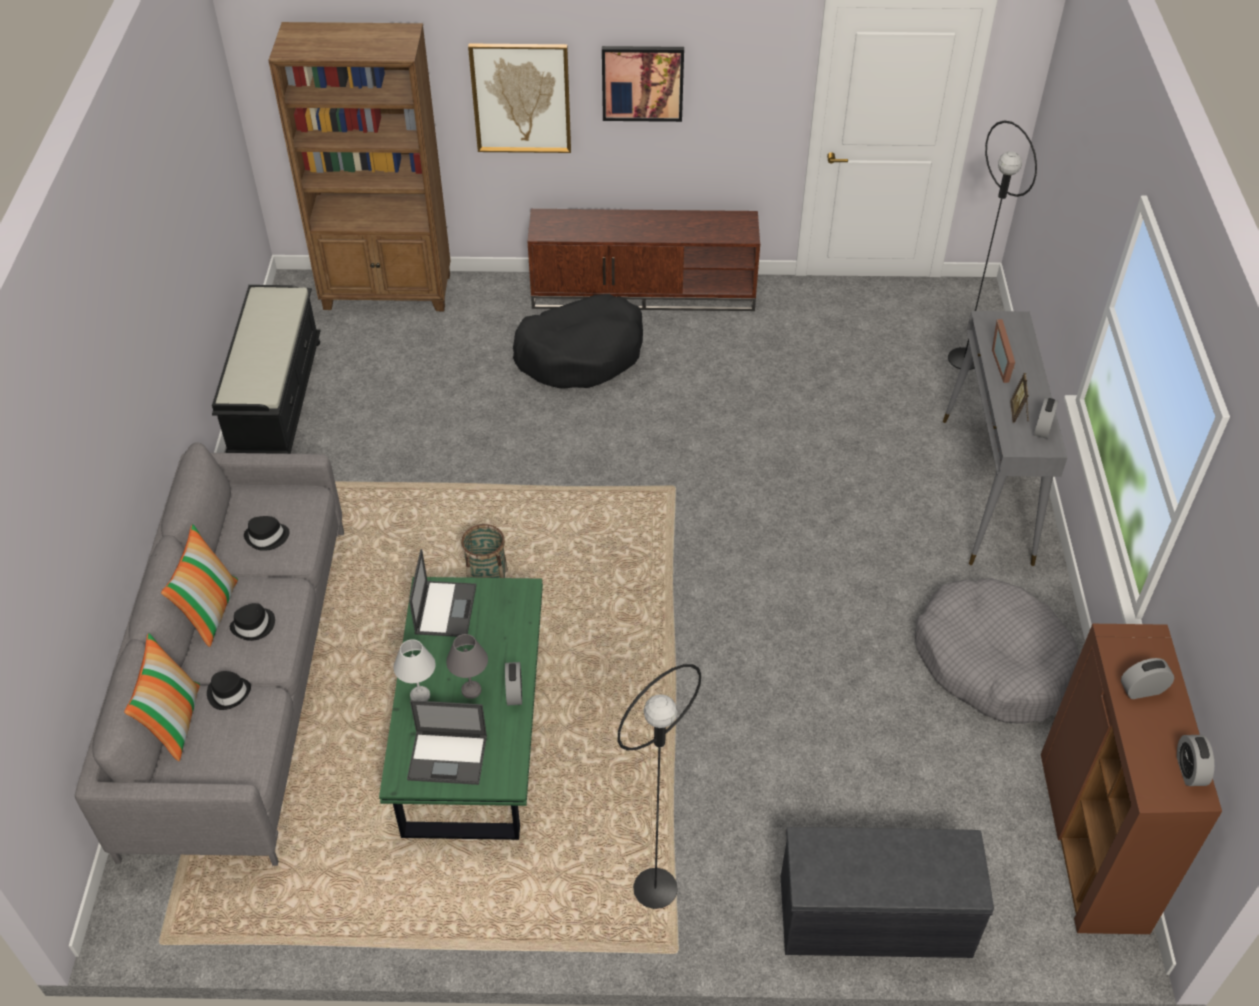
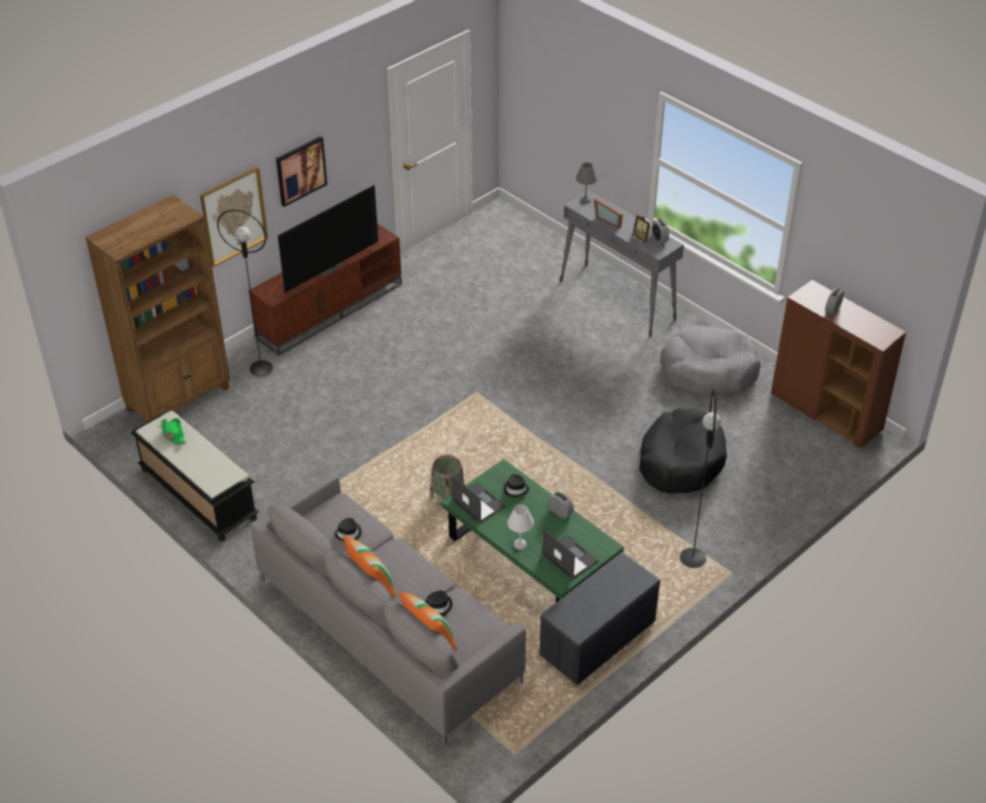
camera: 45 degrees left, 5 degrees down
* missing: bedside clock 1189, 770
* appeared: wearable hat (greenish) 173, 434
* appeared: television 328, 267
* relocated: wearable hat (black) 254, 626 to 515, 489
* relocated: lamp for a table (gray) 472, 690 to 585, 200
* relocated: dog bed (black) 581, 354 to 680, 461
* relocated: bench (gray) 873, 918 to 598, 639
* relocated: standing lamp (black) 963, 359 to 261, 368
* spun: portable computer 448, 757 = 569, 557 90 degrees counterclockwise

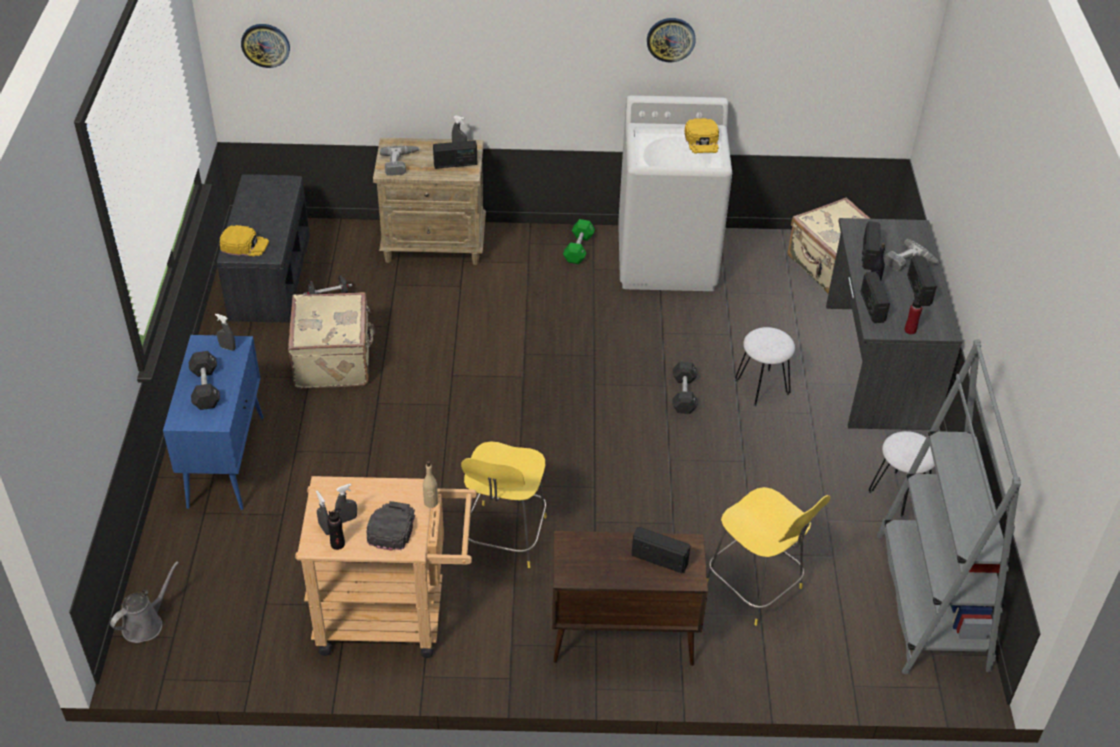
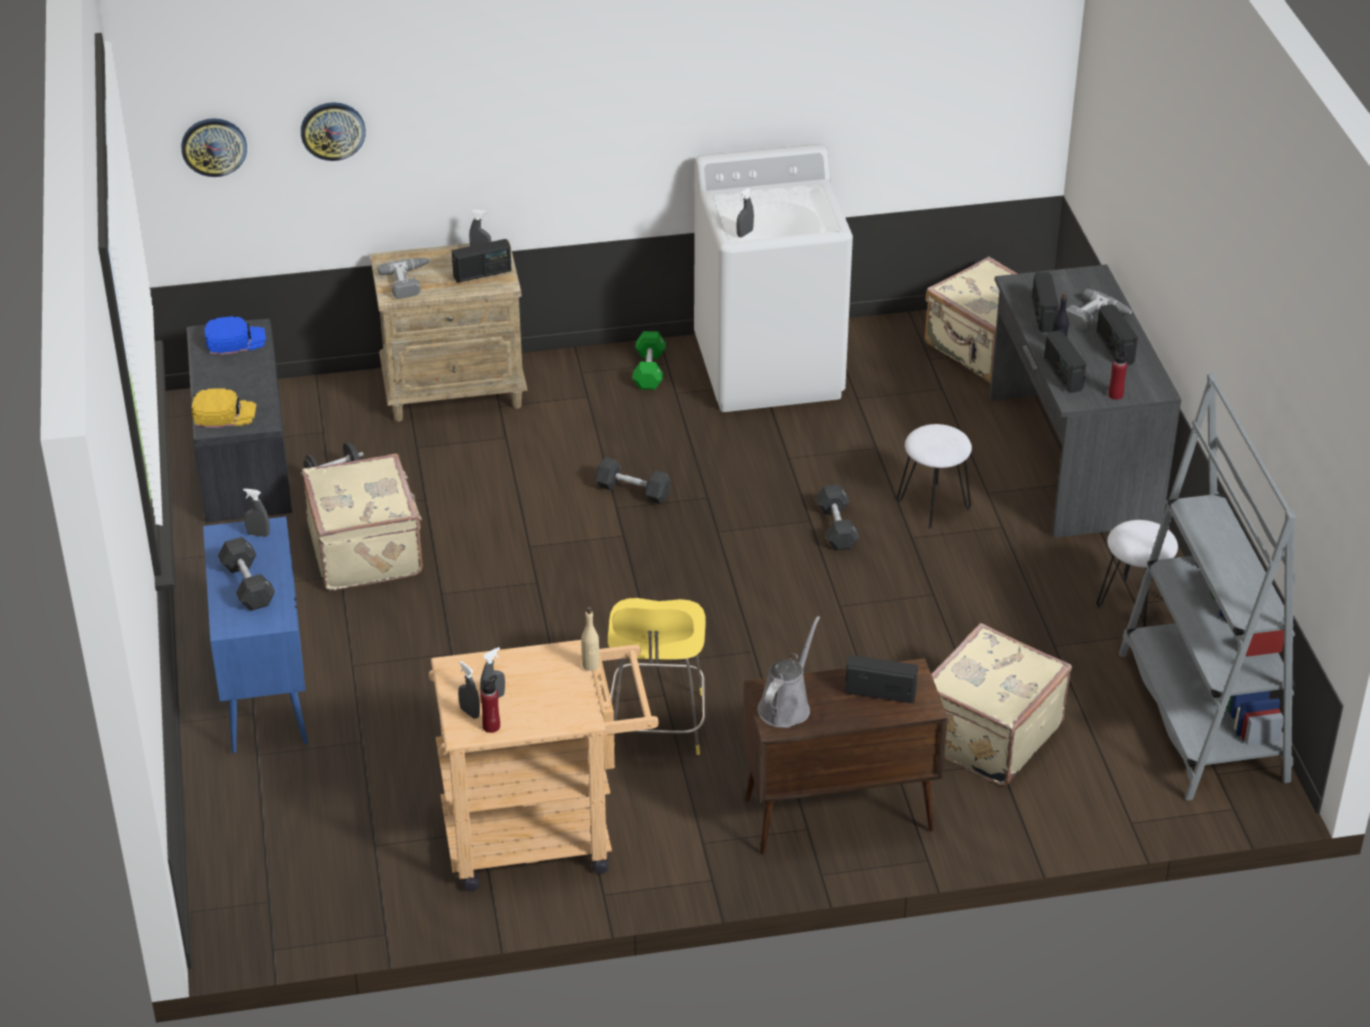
camera: 10 degrees left, 5 degrees down
* missing: cap (black) 391, 527
* missing: cap (yellow-coloured) 702, 140
* appeared: cap (blue-coloured) 235, 340
* appeared: dumbbell (black) 633, 491
* appeared: sprayer (gray) 744, 233
* relocated: sprinkling can (gray) 146, 623 to 786, 706
* relocated: wall clock 671, 39 to 332, 130
* exchanged: stool (yellow-coloured) 756, 588 to piece of luggage (beige) 986, 734
* colour: bottle (black) 337, 544 to bottle (red-coloured) 491, 726

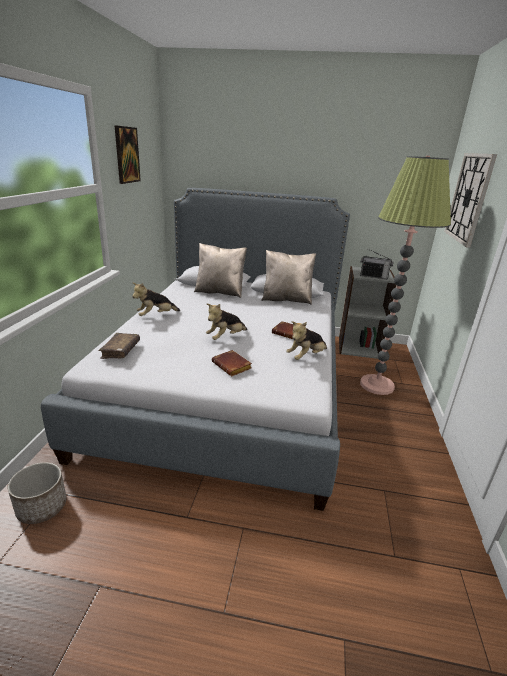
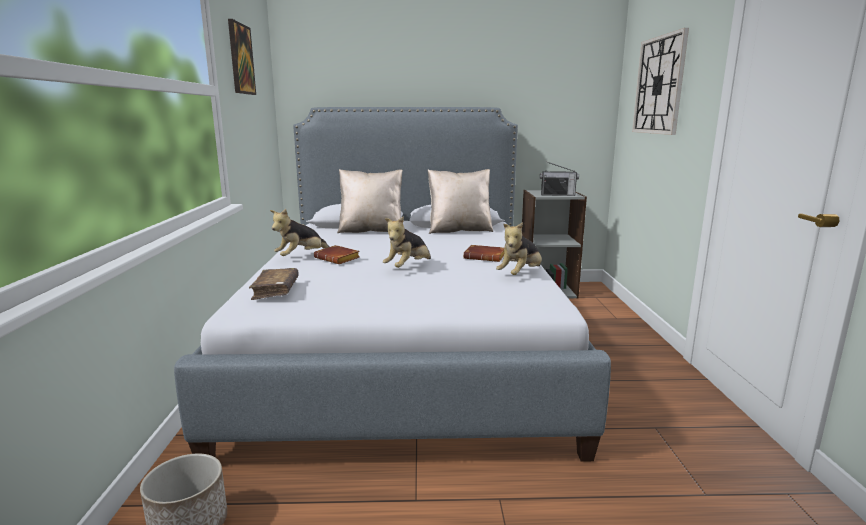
camera: 10 degrees left, 10 degrees down
* missing: standing lamp 377, 385
* relocated: volume (brown) 233, 366 to 338, 259

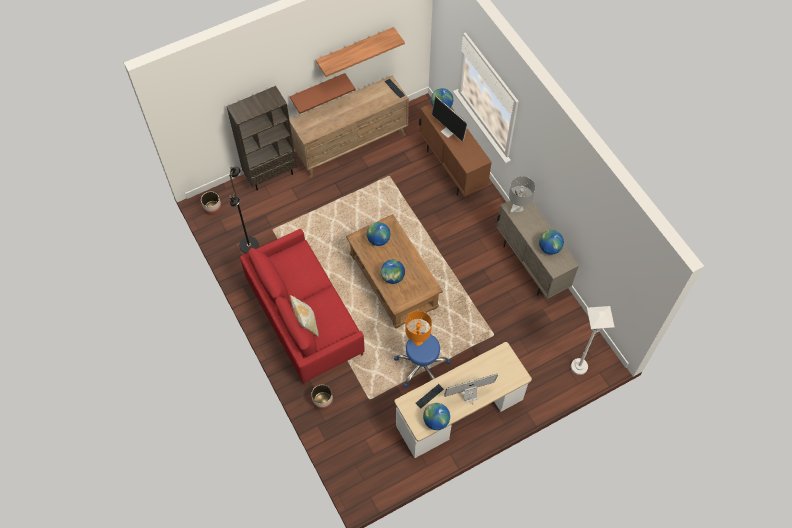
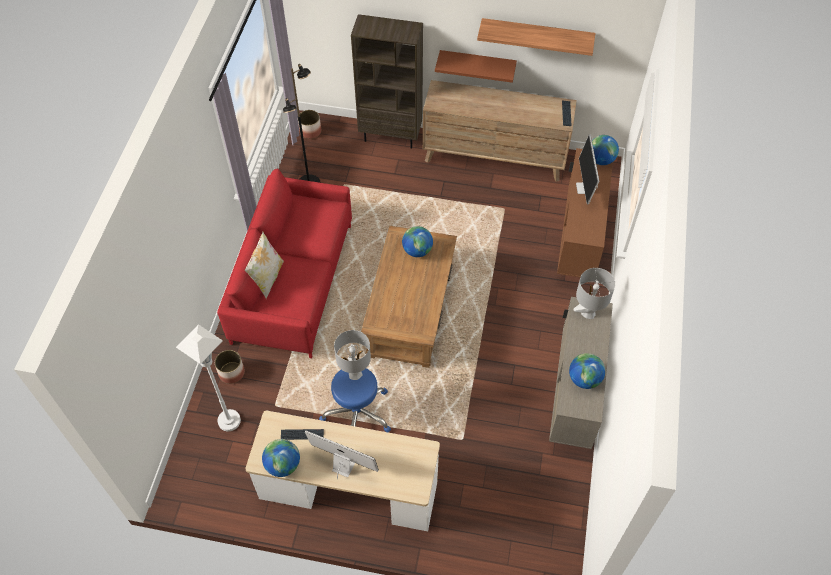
camera: 40 degrees right, 5 degrees down
* missing: world globe 392, 277
* relocated: standing lamp (white) 579, 367 to 229, 421
* colour: lamp for a table (orangey) 417, 340 to lamp for a table (gray) 355, 373

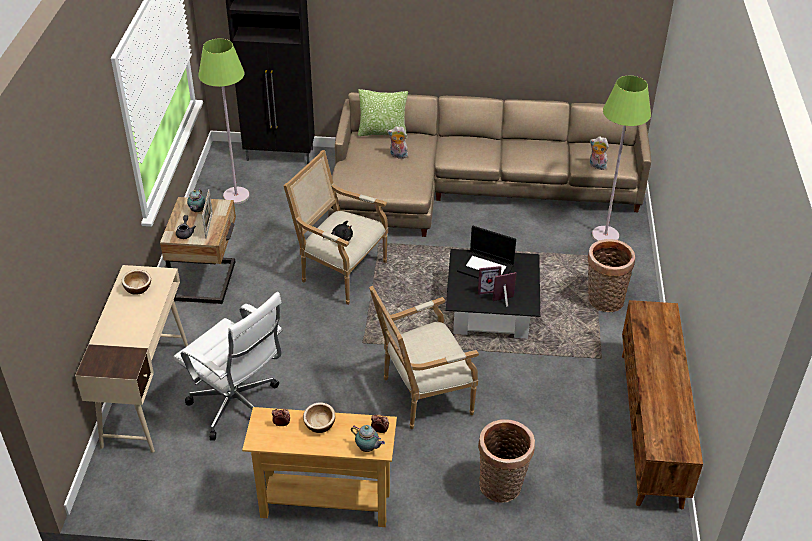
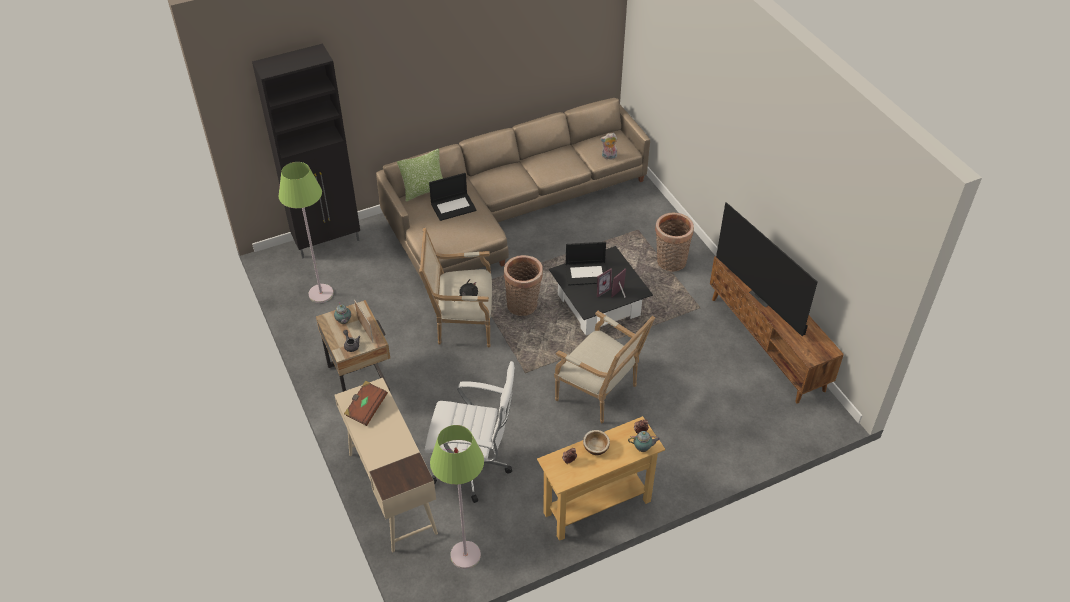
camera: 30 degrees left, 5 degrees up
* appeared: television 763, 296
* relocated: household basket 501, 488 to 523, 306
* relocated: standing lamp (greenish) 605, 236 to 465, 555
* exchanged: deep dish 138, 288 to volume (brown) 366, 408
* exchanged: plush toy 398, 156 to portable computer 453, 206
* spun: lounge chair 422, 396 = 600, 393 90 degrees counterclockwise

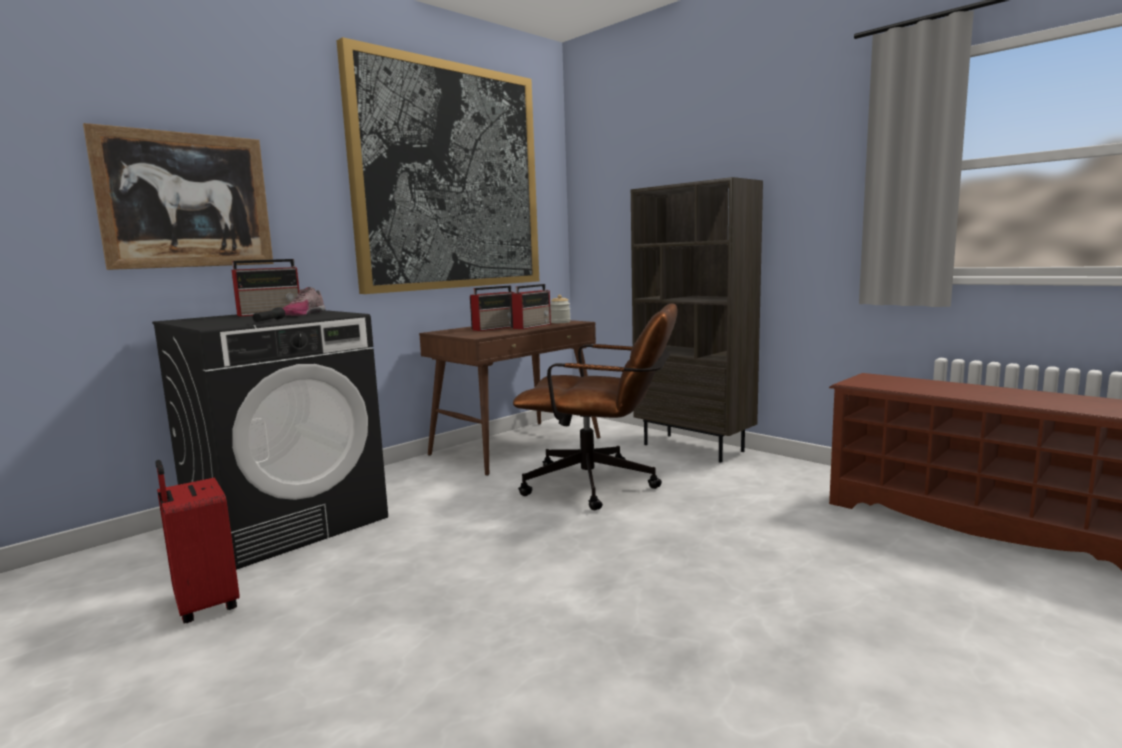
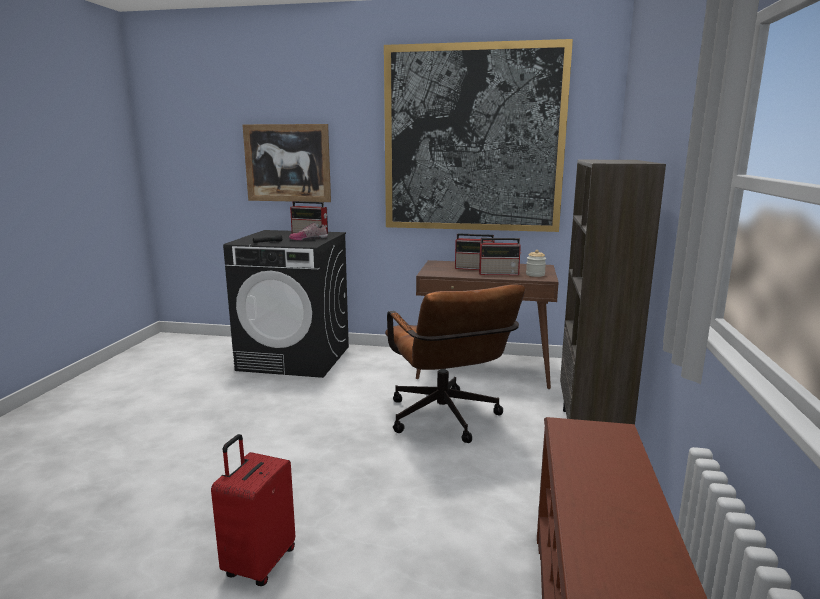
camera: 55 degrees right, 5 degrees up
* relocated: piece of luggage (red-coloured) 204, 605 to 259, 563

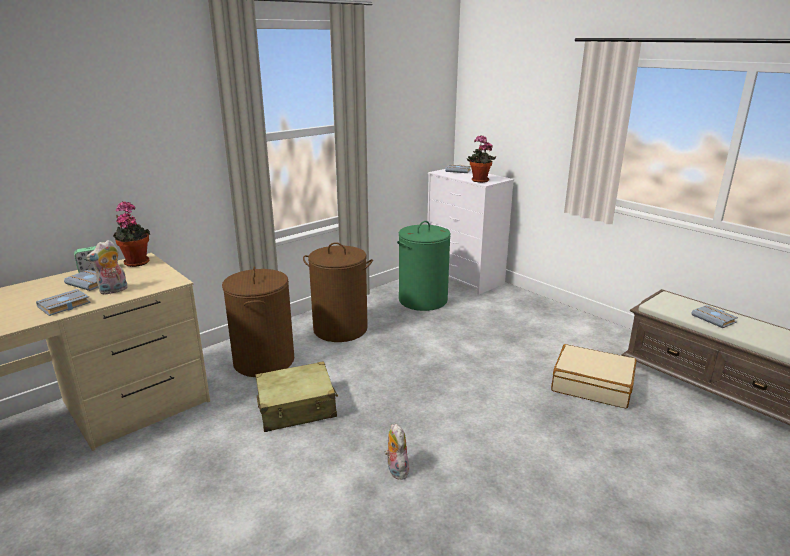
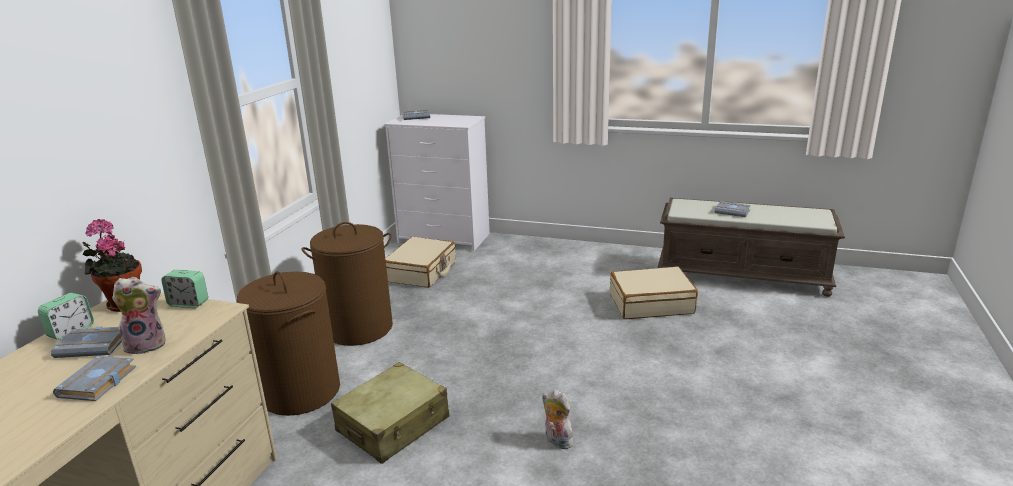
camera: 30 degrees left, 0 degrees up
* missing: potted plant 479, 181
* appeared: bedside clock 188, 303
* exchanged: hamper (greenish) 423, 300 to piece of luggage (beige) 421, 272
* spun: plush toy 113, 291 = 147, 344 120 degrees counterclockwise

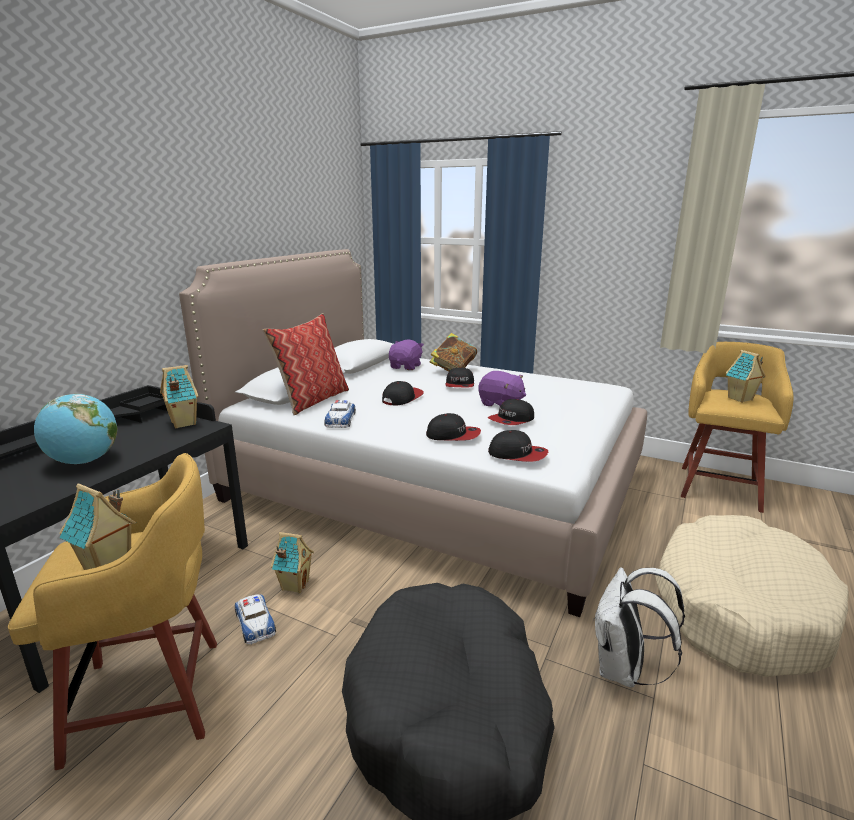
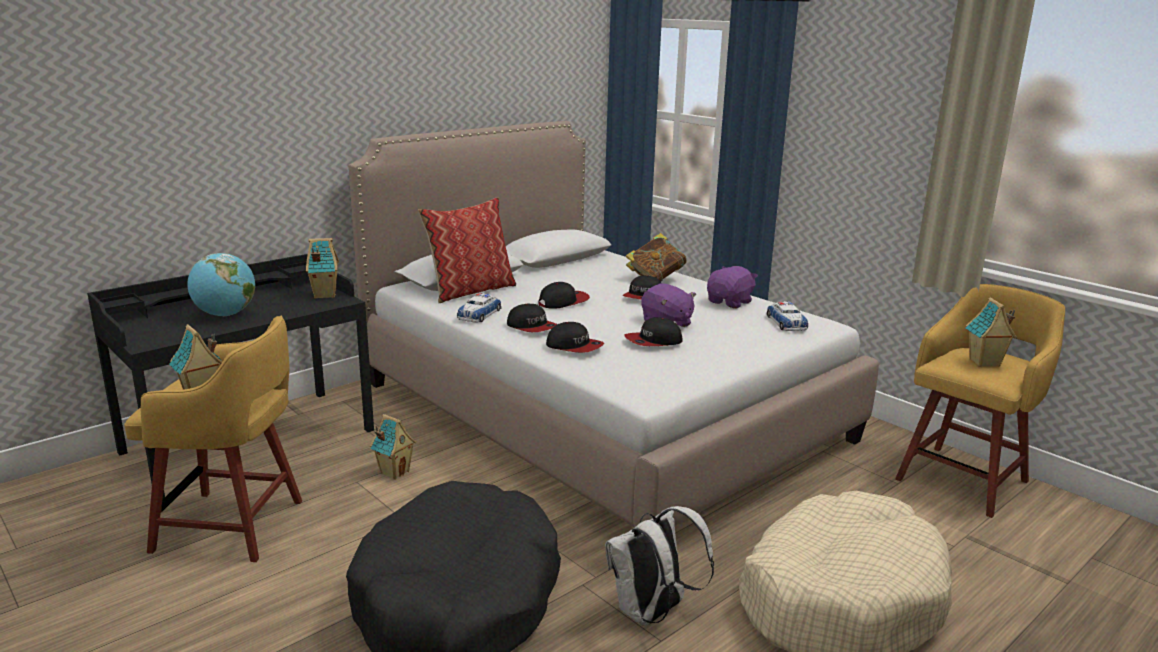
camera: 20 degrees right, 0 degrees up
* relocated: miniature car 255, 623 to 786, 323
* relocated: plush toy (purple-coloured) 406, 367 to 730, 302
* relocated: cap 517, 454 to 532, 327

